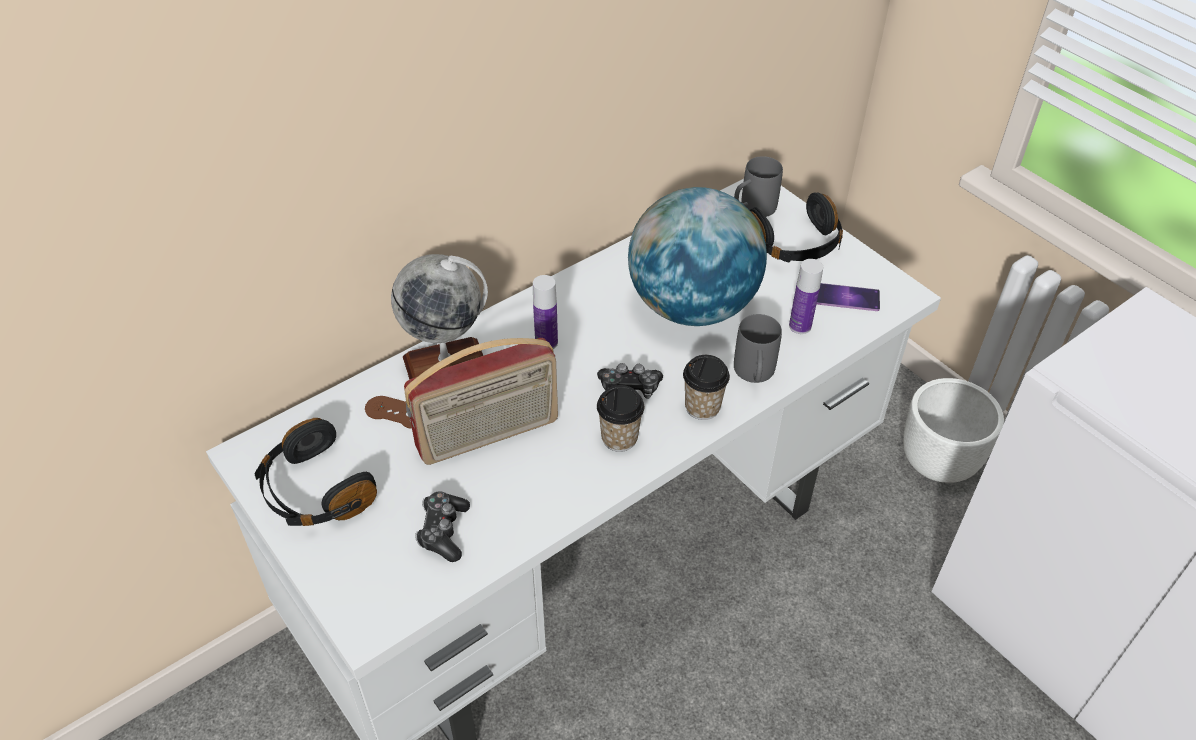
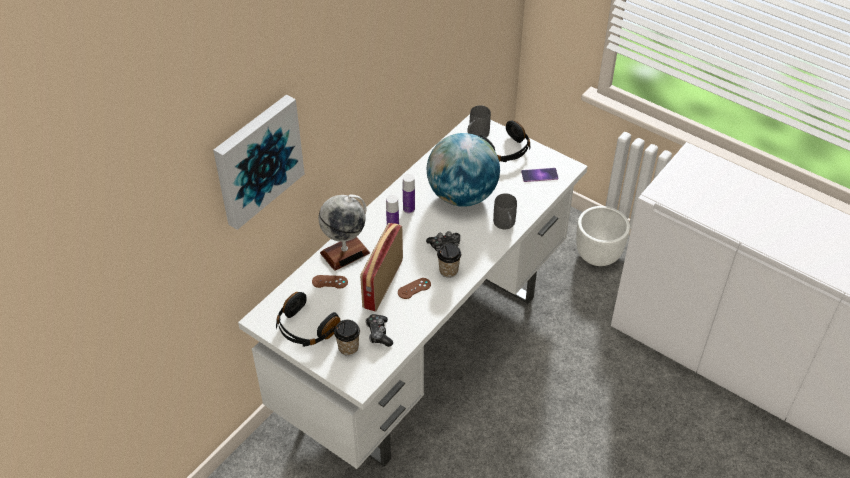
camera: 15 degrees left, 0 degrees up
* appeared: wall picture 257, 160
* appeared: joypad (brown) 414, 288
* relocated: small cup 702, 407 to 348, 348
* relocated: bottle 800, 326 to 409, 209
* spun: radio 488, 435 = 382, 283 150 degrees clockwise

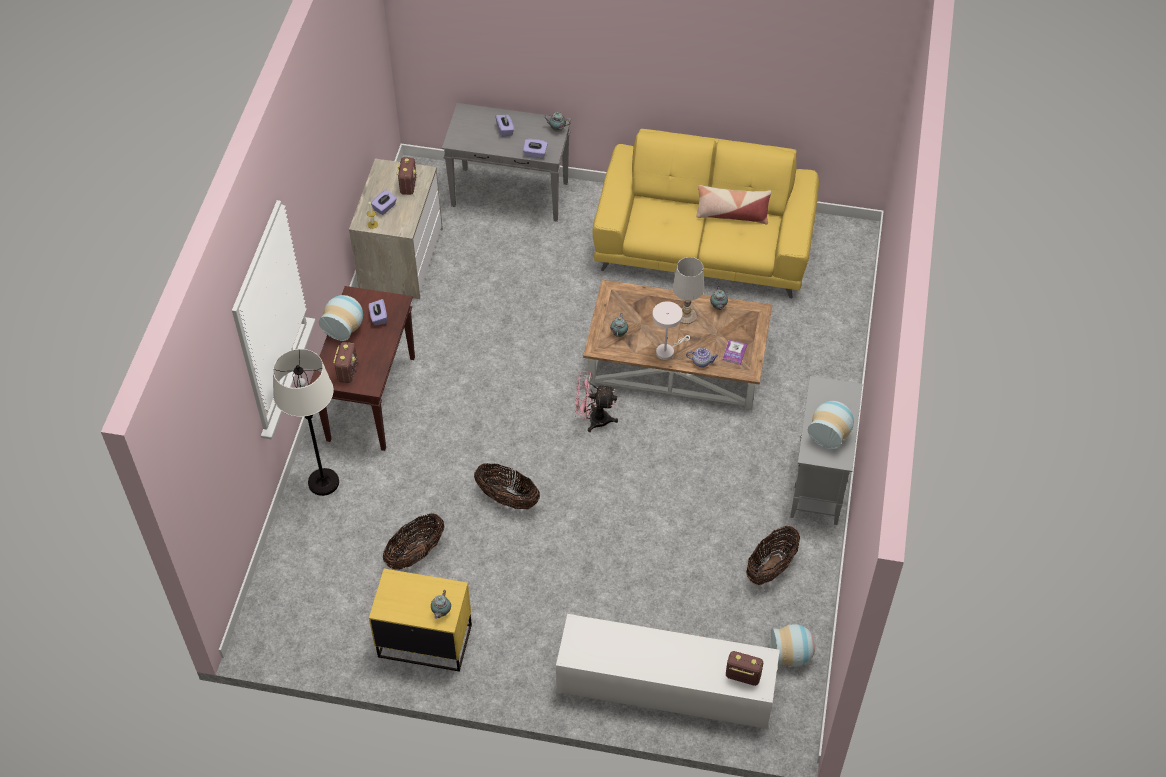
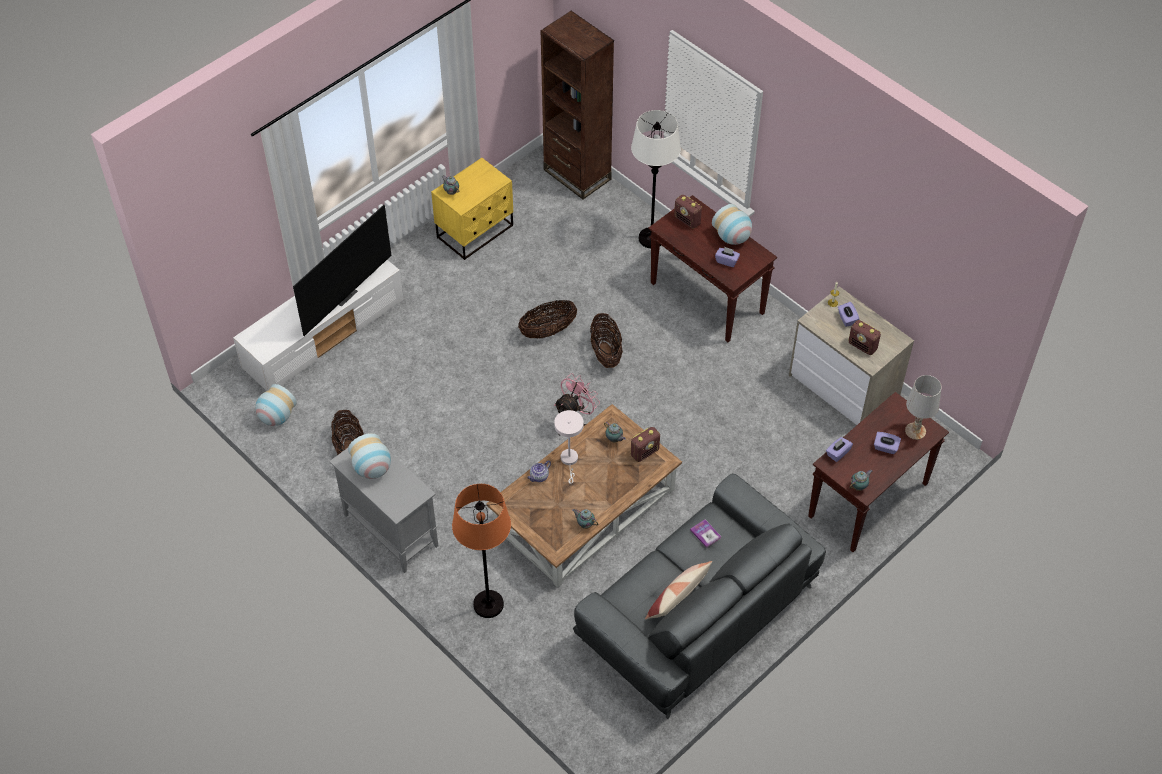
camera: 125 degrees right, 0 degrees up
* appeared: television 343, 294
* appeared: standing lamp (orangey) 488, 604
* appeared: bookshelf (brown) 577, 174
* relocated: household basket 415, 553 to 606, 352
* relocated: lamp for a table (white) 686, 316 to 915, 431
* relocated: volume 734, 352 to 705, 534
* relocated: radio 742, 676 to 645, 452
* colour: hall table (gray) 511, 194 to hall table (brown) 868, 501
* colour: couch (yellow-coloured) 704, 244 to couch (gray) 697, 613

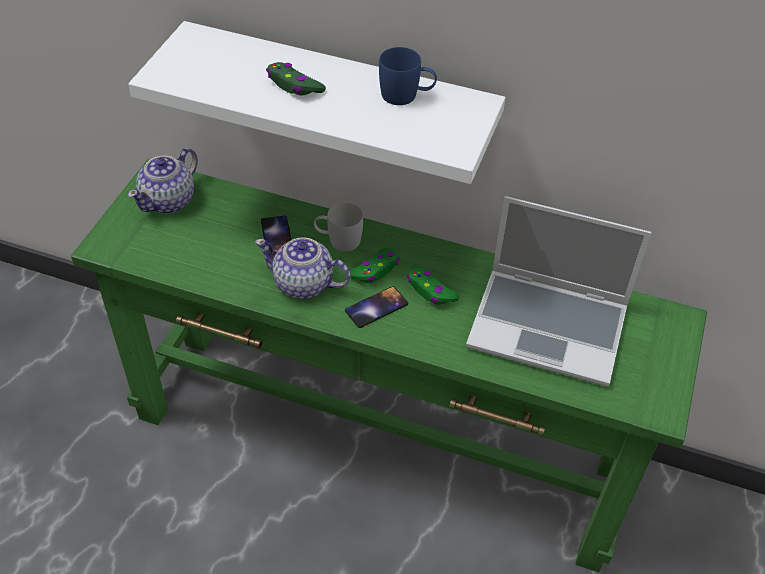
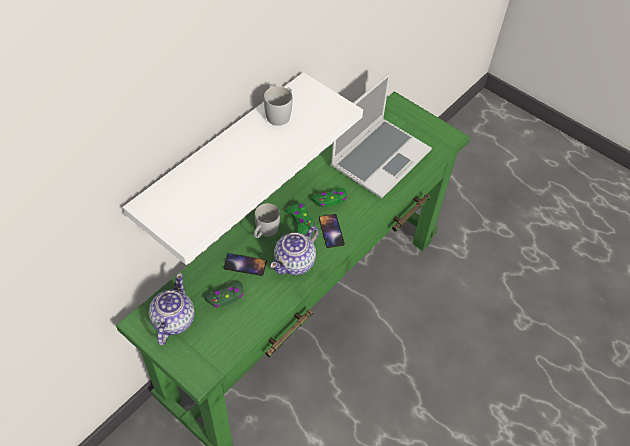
camera: 70 degrees left, 5 degrees up
* relocated: joypad (greenish) 294, 86 to 226, 297
* colour: mug (blue-coloured) 406, 96 to mug (white) 281, 114
* spun: tea pot 169, 200 = 173, 321 135 degrees counterclockwise

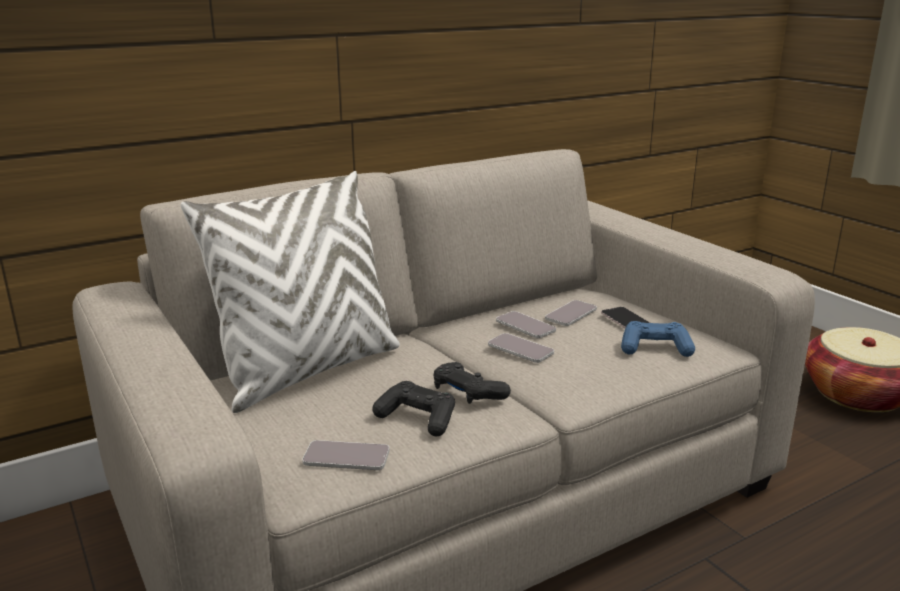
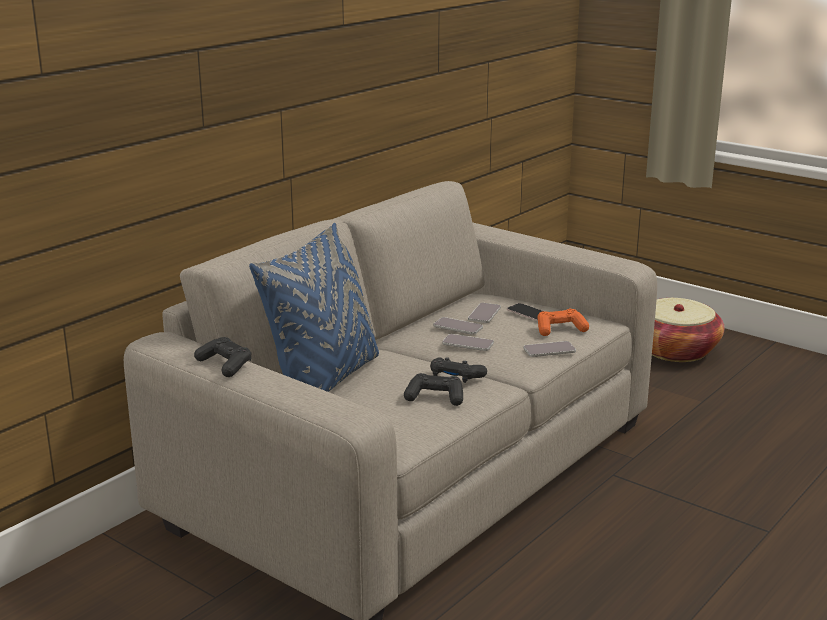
camera: 20 degrees left, 0 degrees up
* appeared: joypad (black) 225, 365
* relocated: handset 346, 457 to 549, 350
* colour: pillow (white) 308, 371 to pillow (blue-coloured) 324, 382
* colour: joypad (blue-coloured) 655, 348 to joypad (orangey) 560, 329

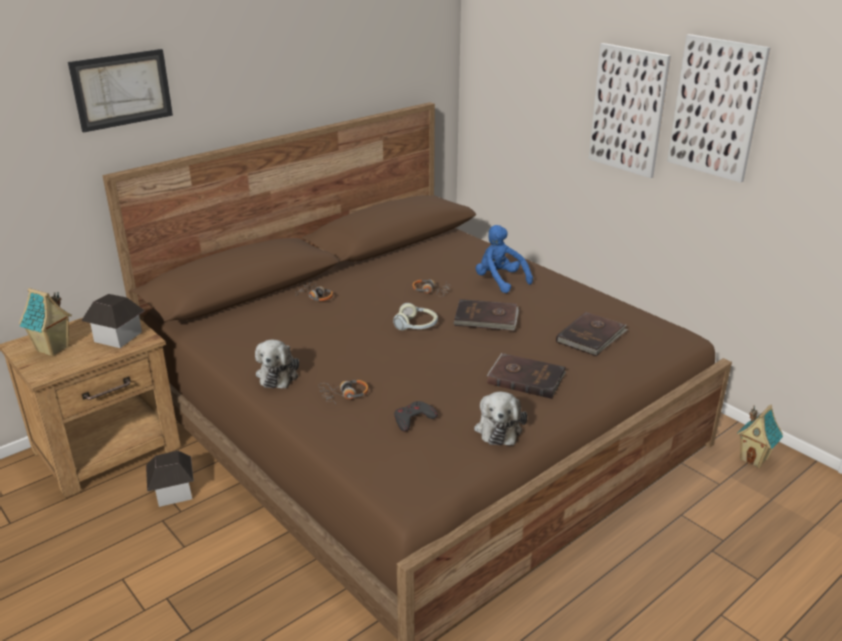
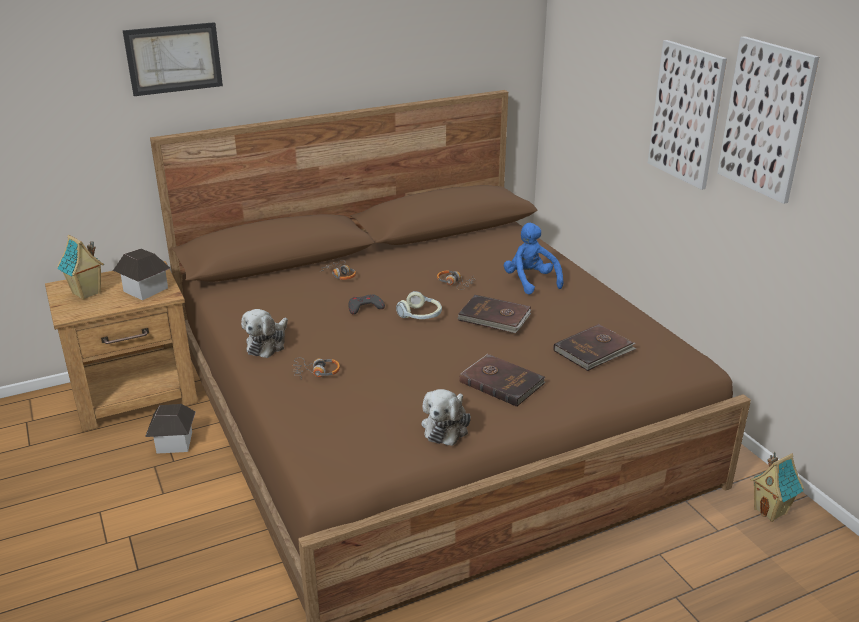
camera: 15 degrees right, 0 degrees up
* relocated: joypad (gray) 413, 419 to 365, 307

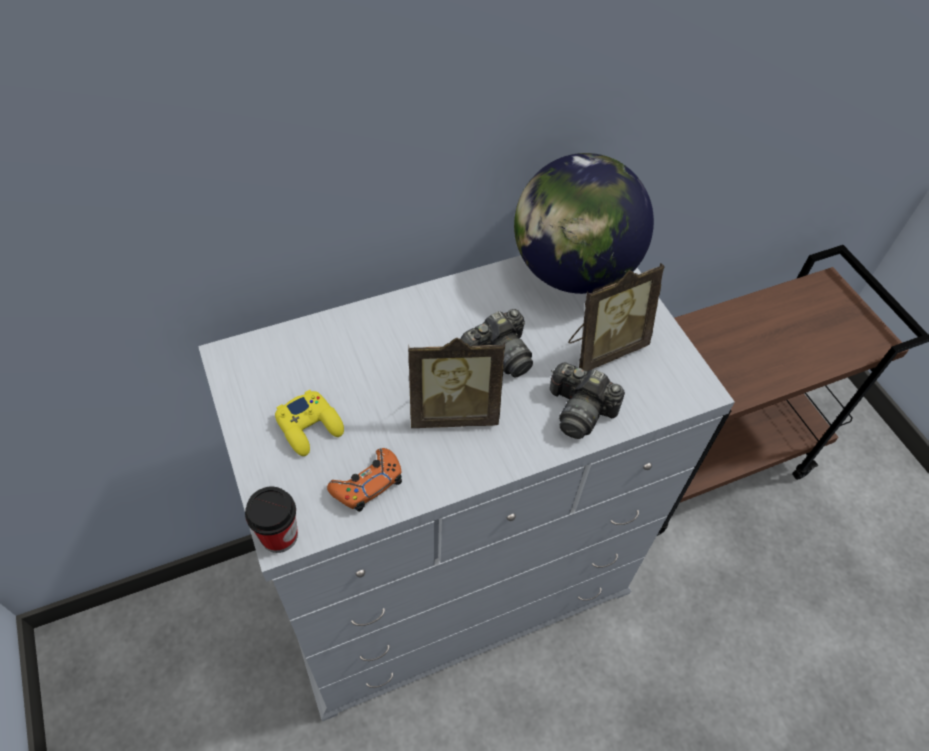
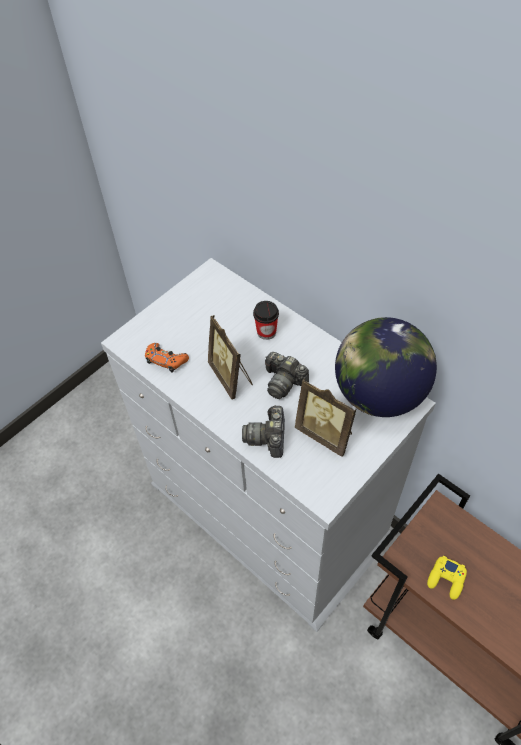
camera: 70 degrees right, 0 degrees up
* relocated: small cup 279, 536 to 266, 332
* relocated: joypad (yellow-coloured) 310, 427 to 446, 579

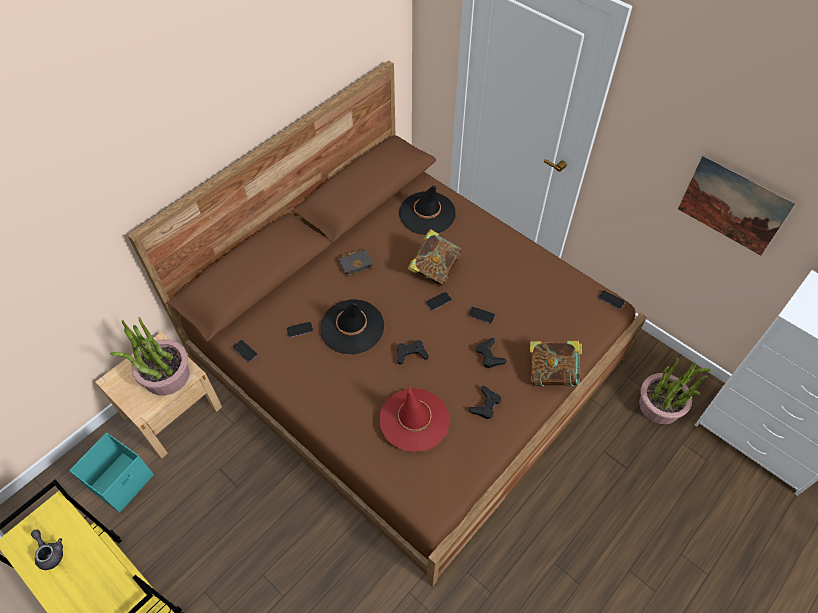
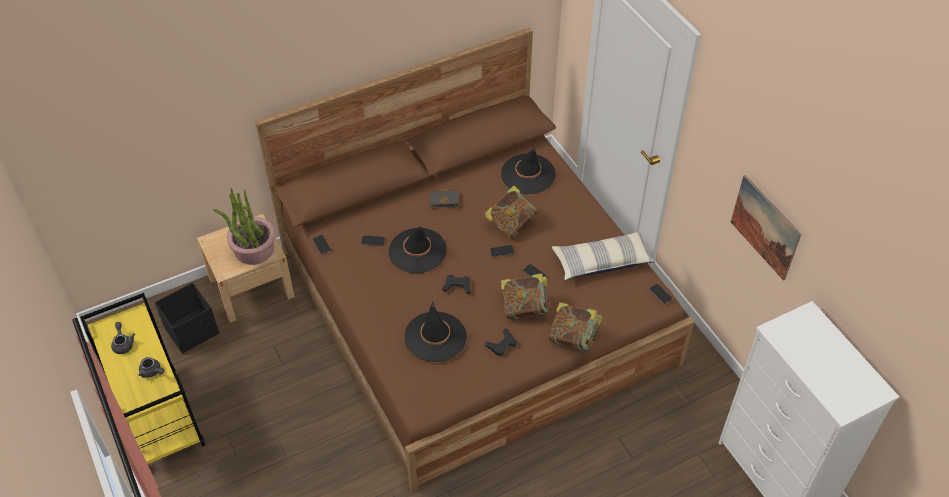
camera: 20 degrees right, 5 degrees down
* missing: potted plant 660, 406
* appeared: tea pot (gray) 152, 372
* appeared: pillow 602, 261
* exchanged: joypad (black) 489, 355 to volume 525, 307
* colour: storage bin (turquoise-coloured) 123, 481 to storage bin (black) 192, 331
* colour: wearable hat (red-coloured) 414, 419 to wearable hat (black) 435, 337

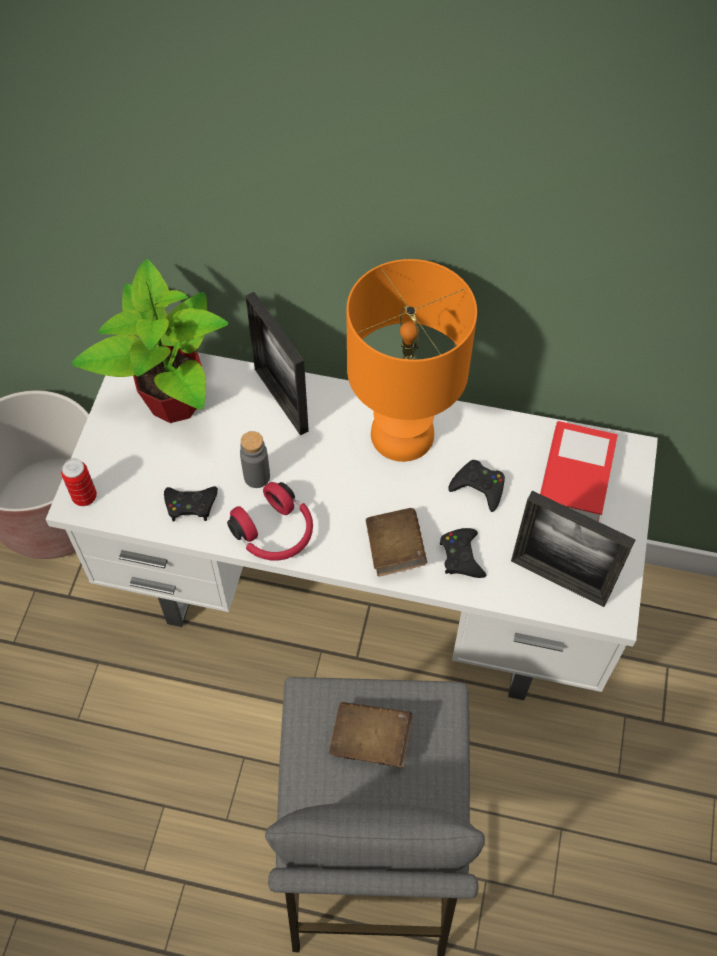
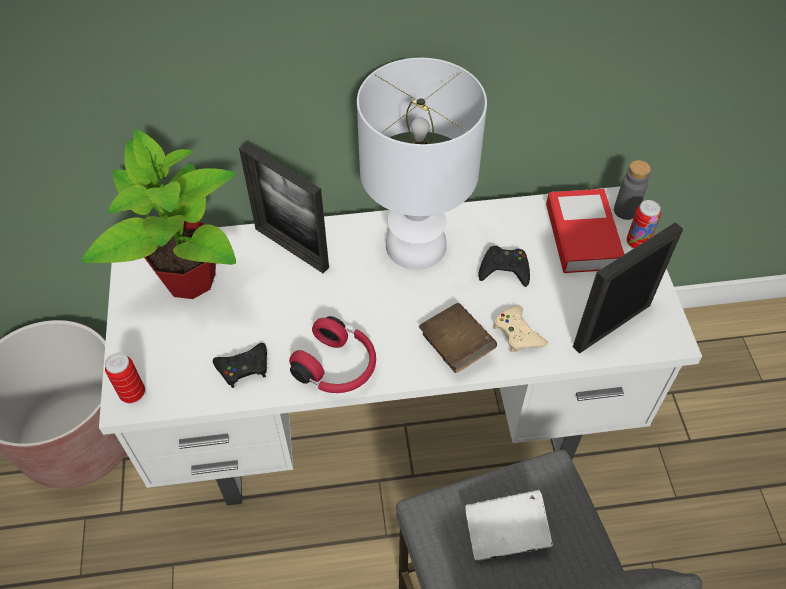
camera: 20 degrees left, 5 degrees down
* appeared: can 637, 242
* relocated: bottle (gray) 257, 477 to 625, 211
* colour: volume (brown) 370, 741 to volume (white) 505, 533
* colour: lamp for a table (orangey) 403, 433 to lamp for a table (white) 416, 244
* colour: joypad (black) 461, 556 to joypad (beige) 518, 333
* spun: picture frame 559, 580 = 611, 326 135 degrees clockwise

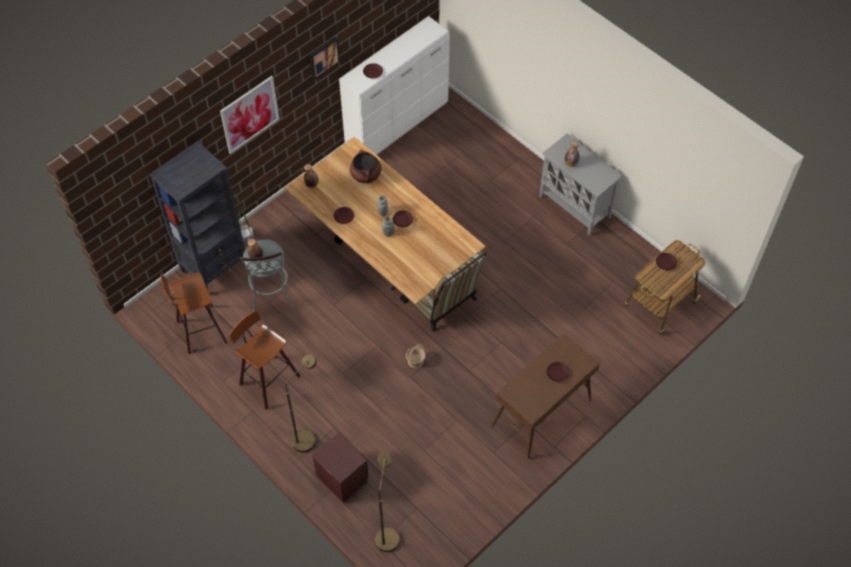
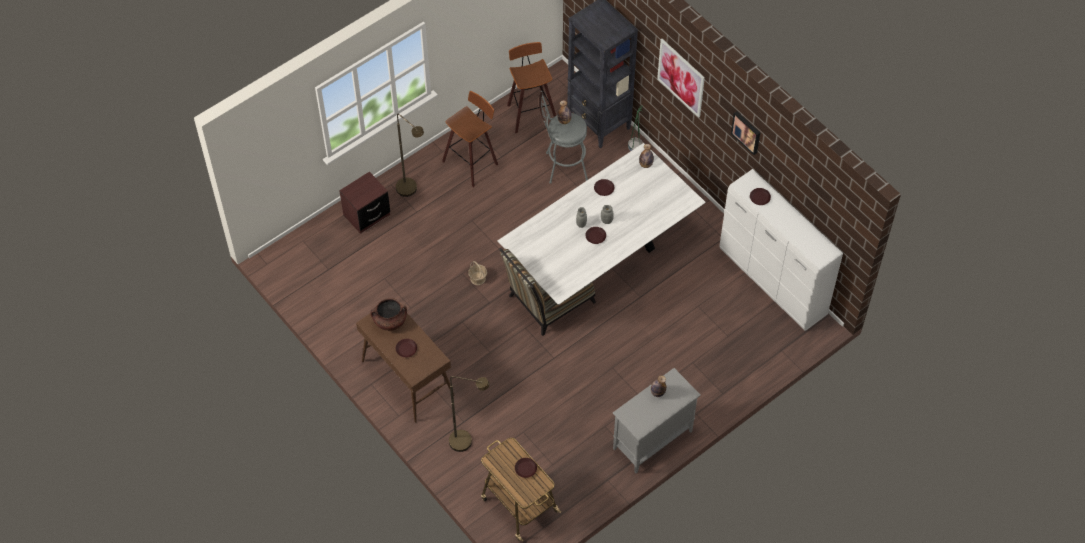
camera: 95 degrees right, 0 degrees up
* relocated: saucepot (brown) 366, 175 to 390, 321
* relocated: standing lamp (brown) 387, 533 to 467, 442
* colour: kitchen table (brown) 385, 257 to kitchen table (white) 600, 261

